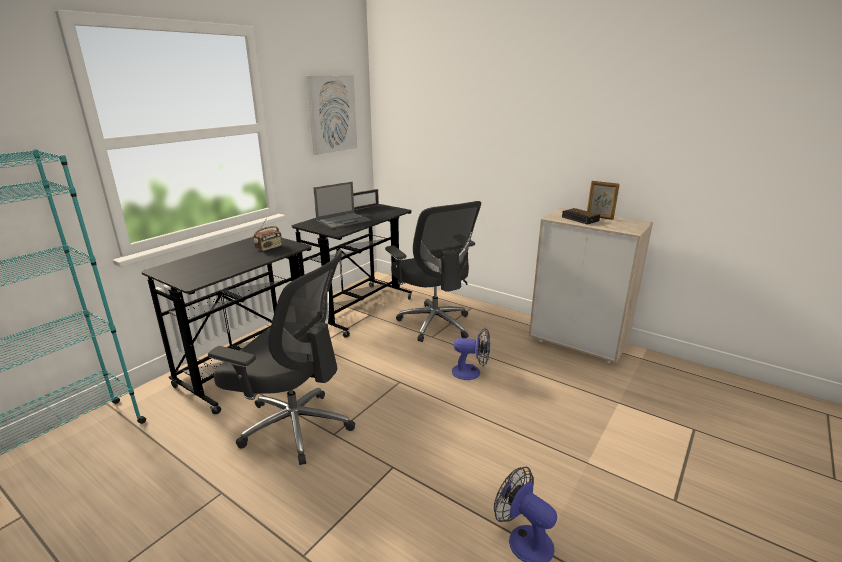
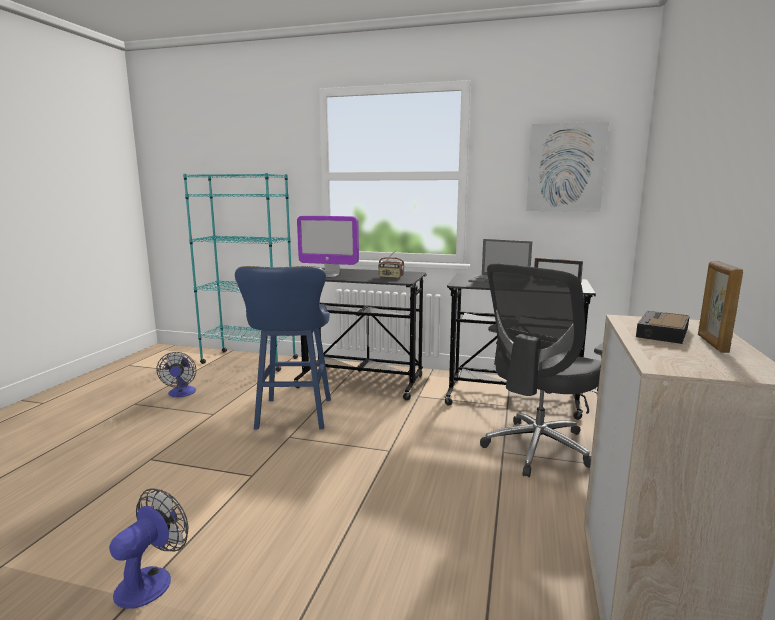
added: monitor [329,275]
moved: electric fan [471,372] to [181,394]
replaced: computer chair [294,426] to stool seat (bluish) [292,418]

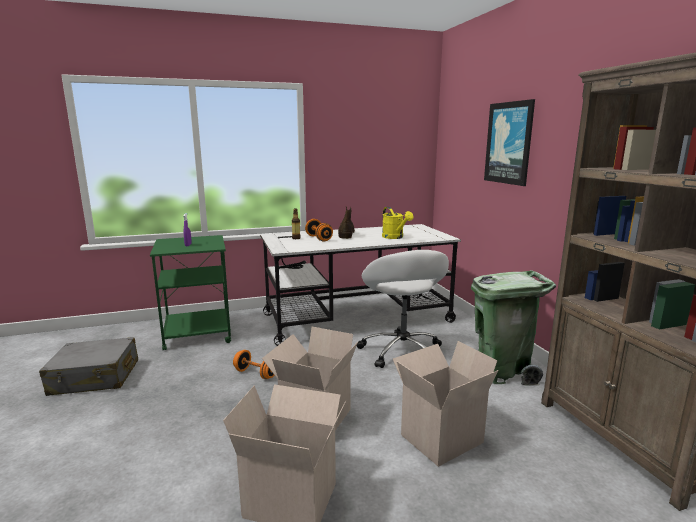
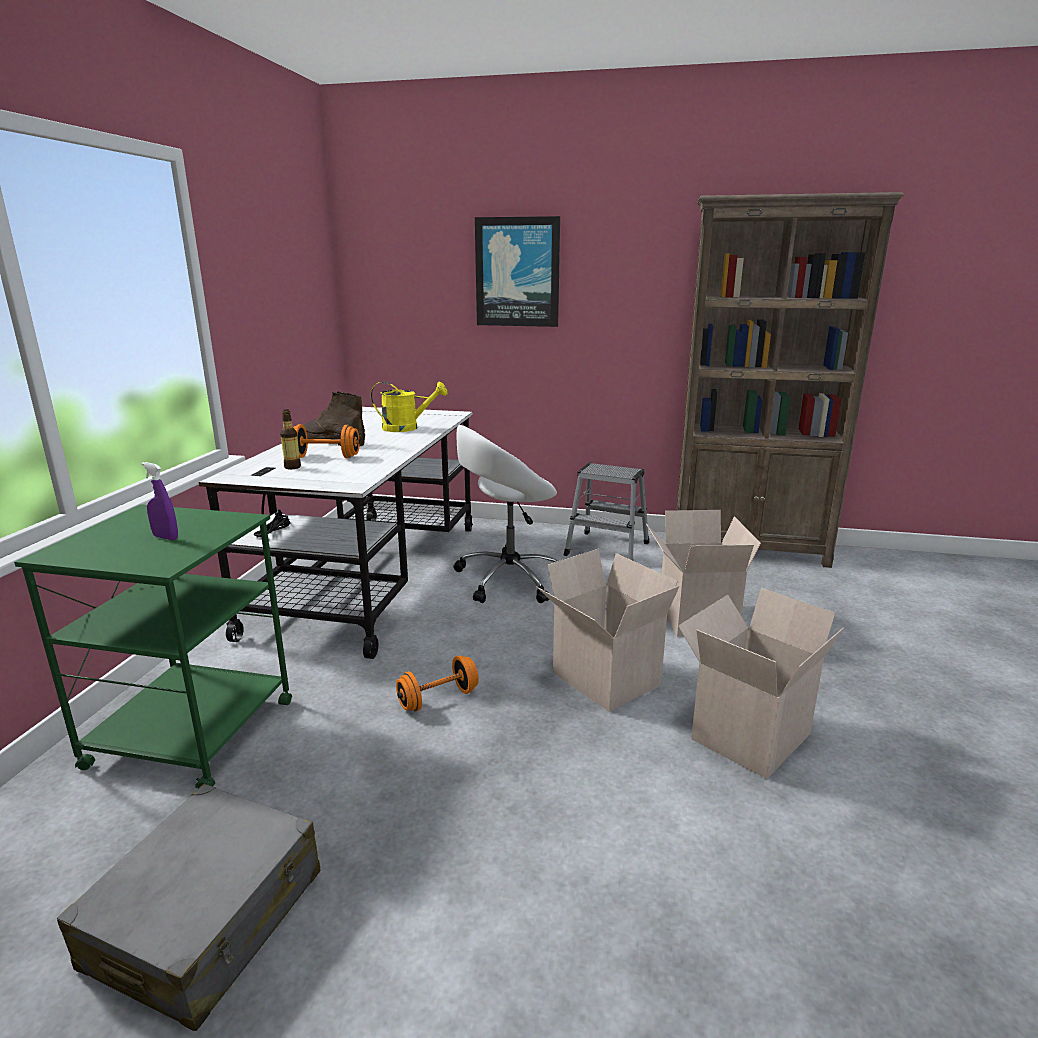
replaced: waste bin (greenish) [503,372] to step stool (greyish) [607,548]
turned: computer chair (whitish) [402,352] = [506,580] 135 degrees clockwise

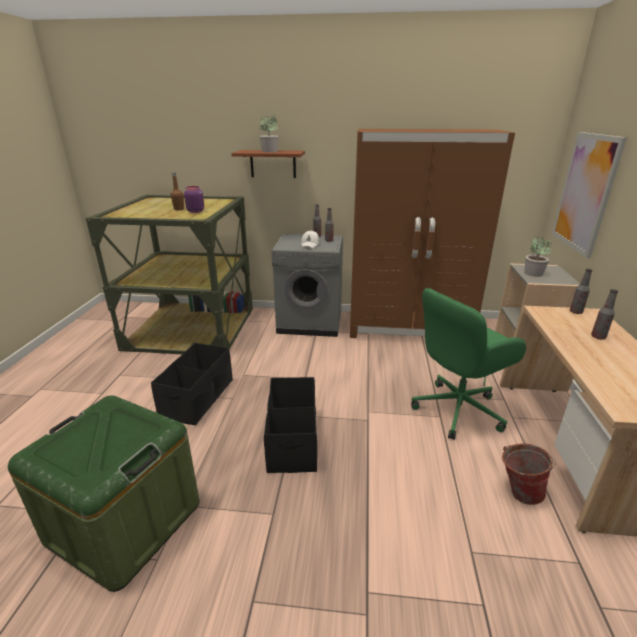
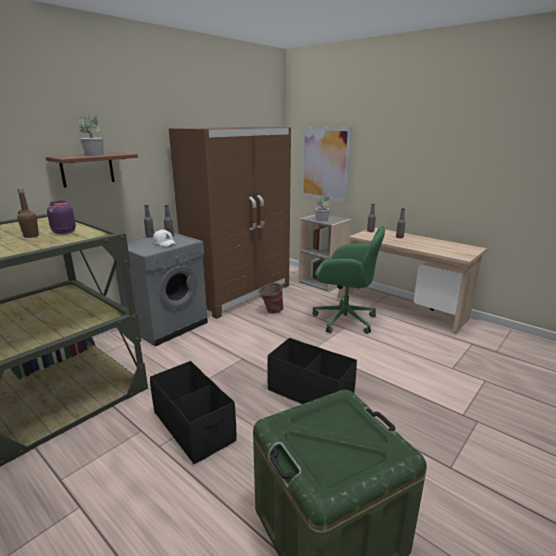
moved: water bucket [518,491] to [271,311]
turned: computer chair (greenish) [457,410] = [344,320] 75 degrees counterclockwise

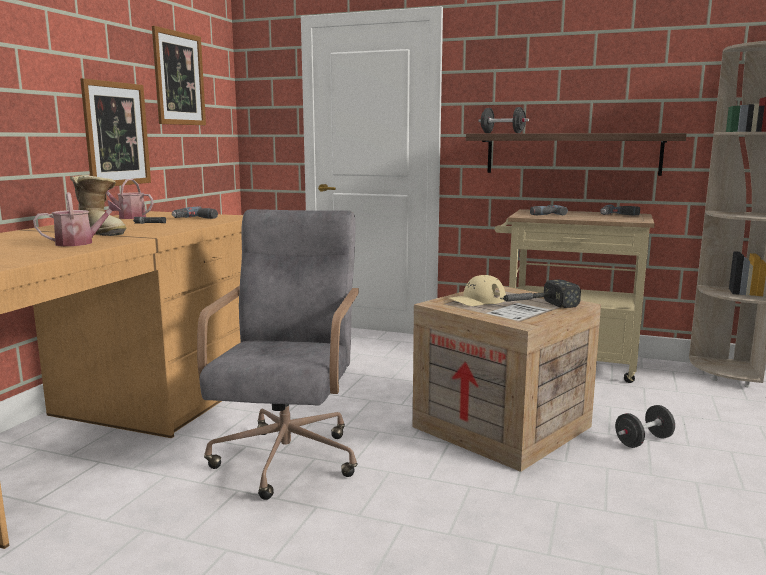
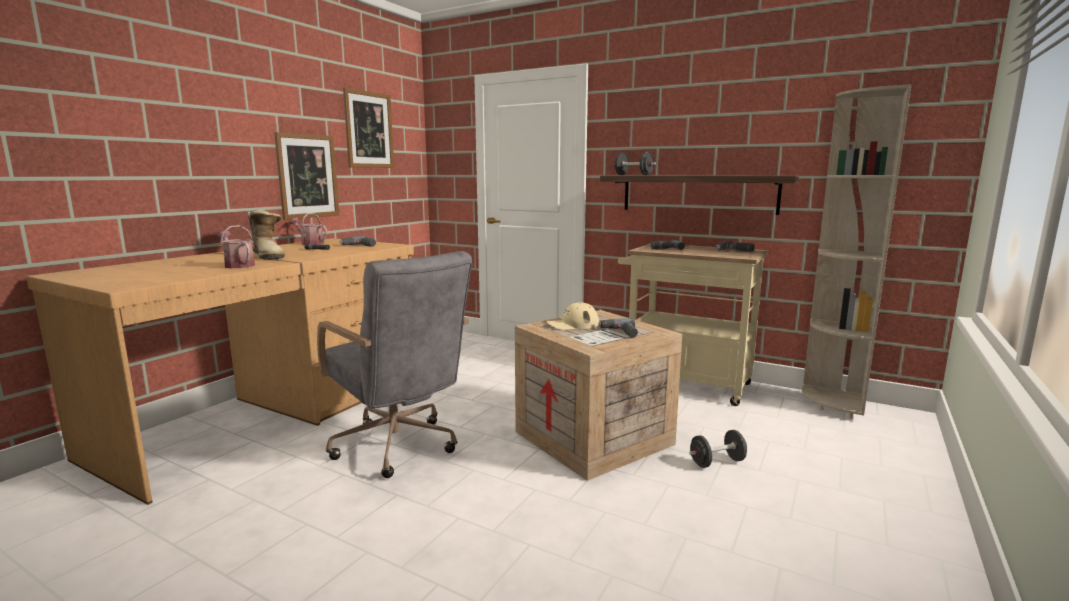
replaced: hammer [535,306] to drill [619,332]
turned: sprinkling can [80,243] = [238,265] 120 degrees counterclockwise; computer chair (greyish) [288,457] = [399,449] 120 degrees clockwise

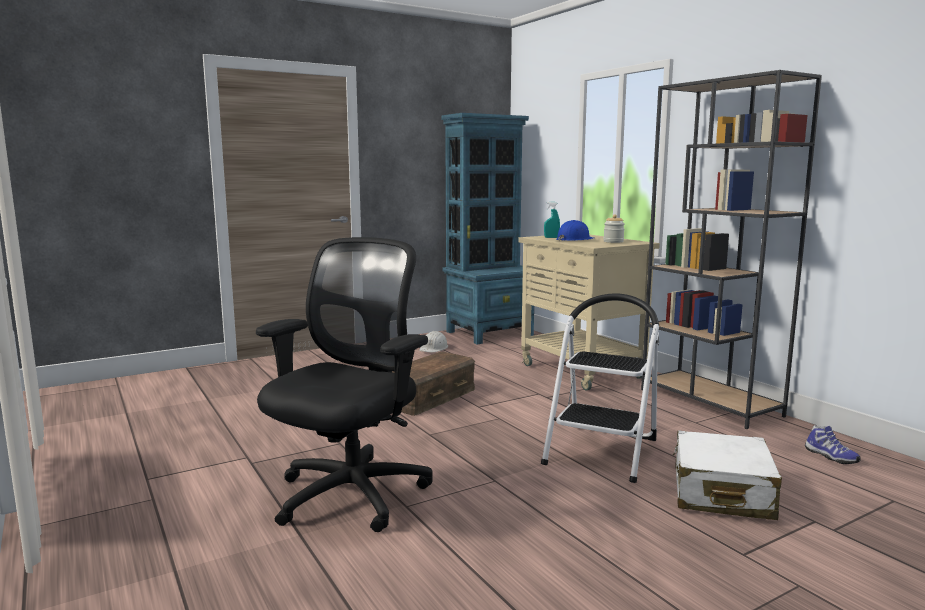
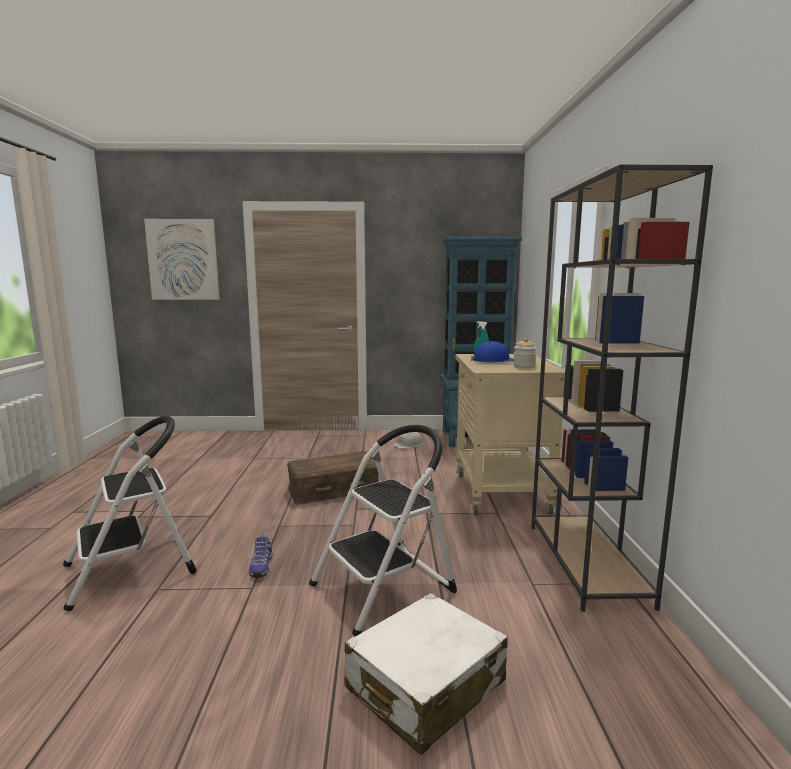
added: wall picture [183,260]
moved: item of footwear [830,456] to [260,566]
replaced: computer chair (blackish) [347,500] to step stool [135,568]

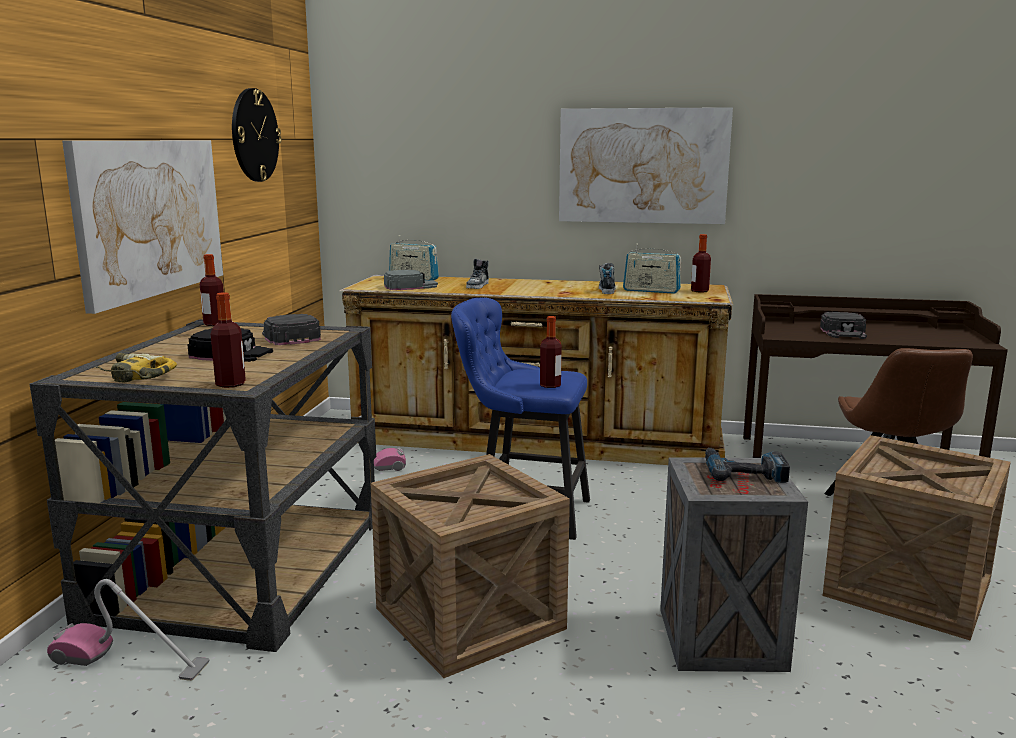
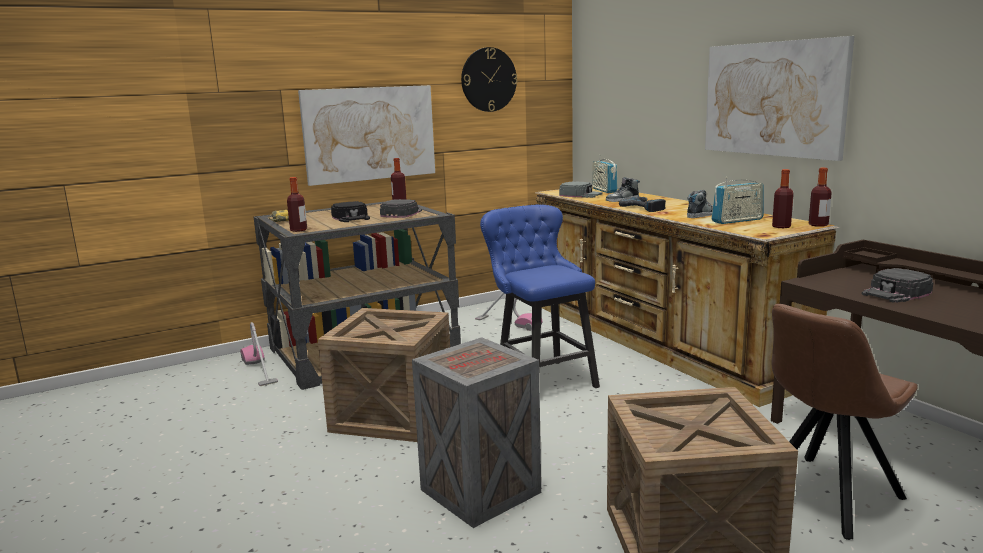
moved: beverage bottle [550,385] to [818,225]; drill [743,472] to [645,208]
turned: radio set [651,291] = [737,220] 90 degrees counterclockwise

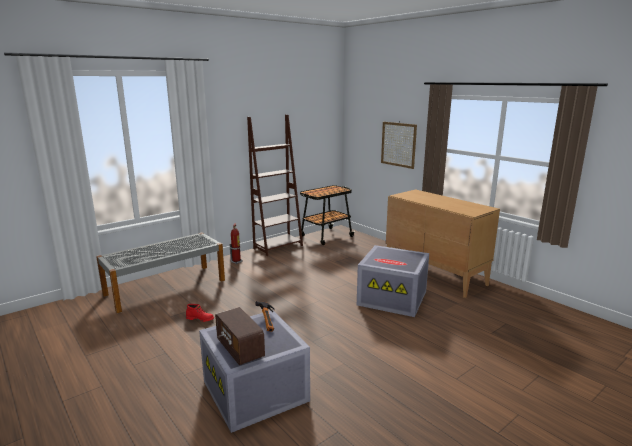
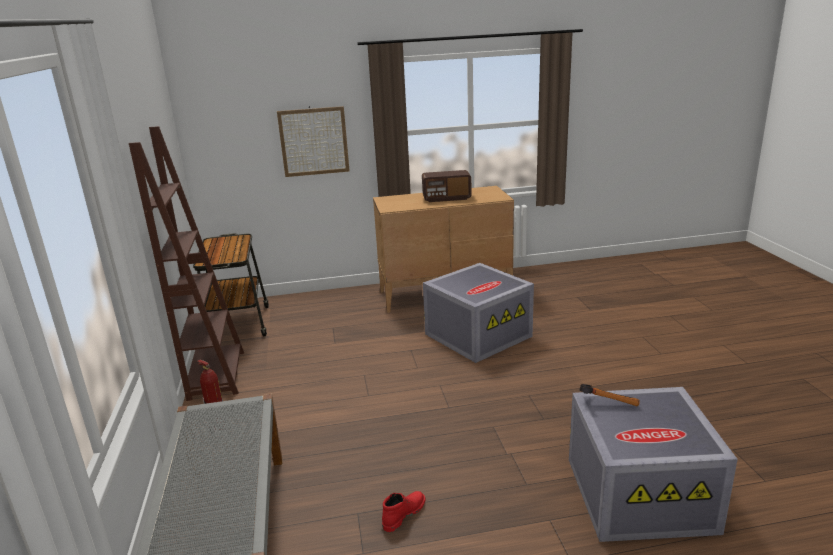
moved: radio set [240,349] to [446,198]

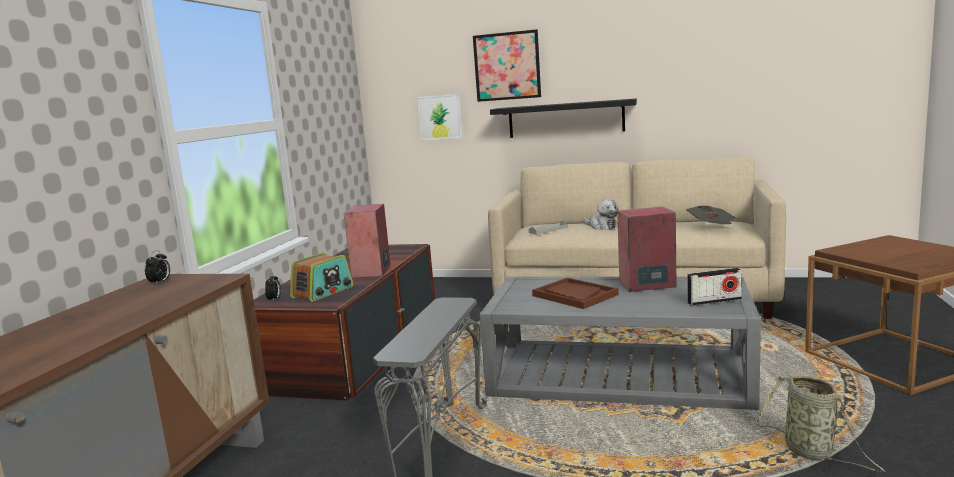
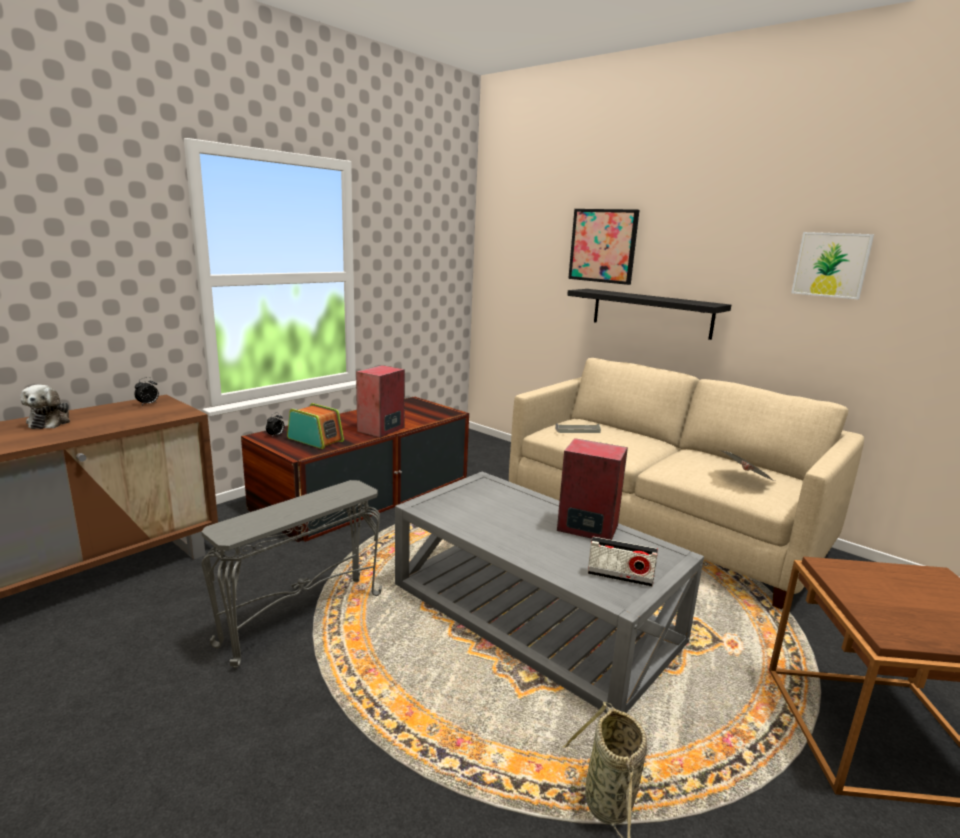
removed: serving tray (brown) [574,295]
moved: wall picture [440,117] to [831,265]; cuddly toy [602,226] to [50,422]
turned: radio set [323,292] = [316,439] 120 degrees counterclockwise

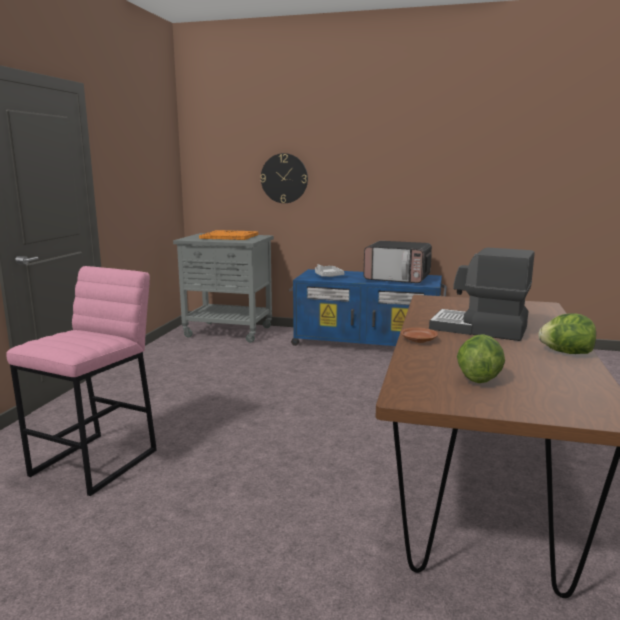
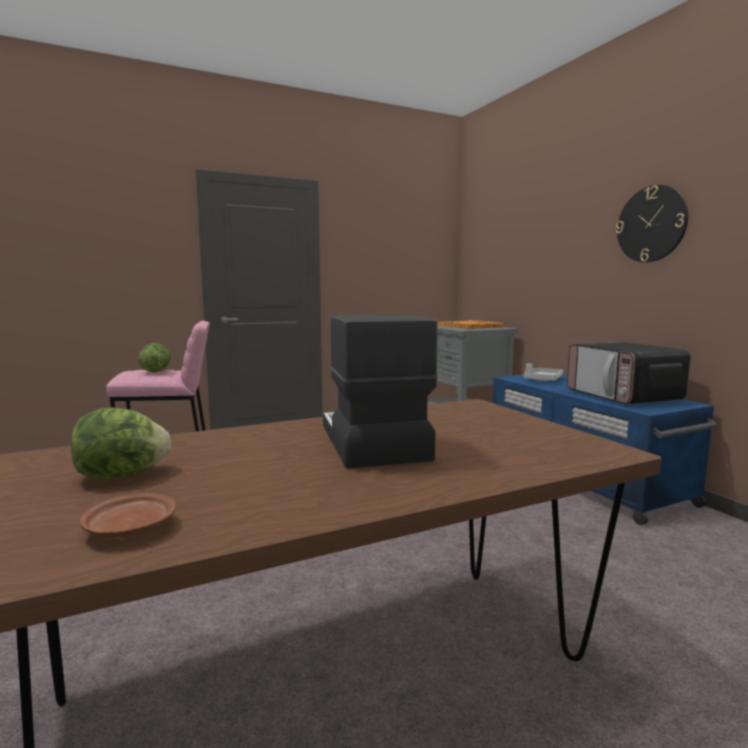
moved: clock on the wall [284,178] to [651,224]; dinner plate (brown) [418,340] to [130,528]; lettuce head [566,353] to [156,372]

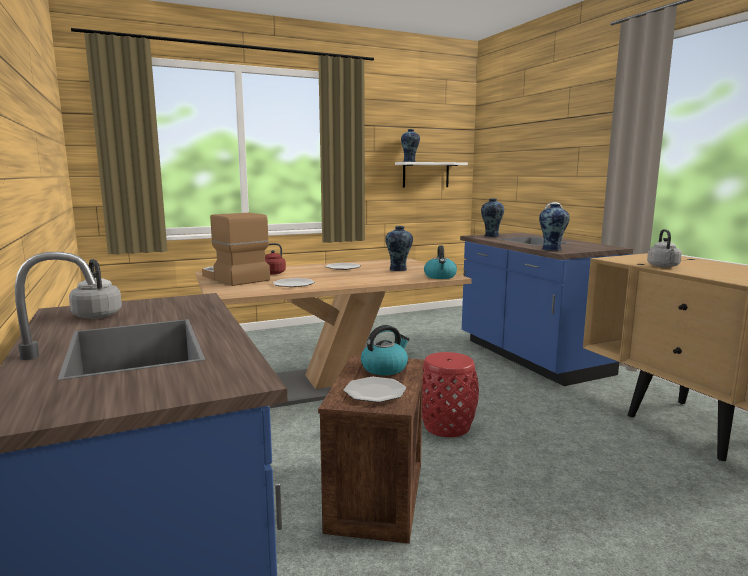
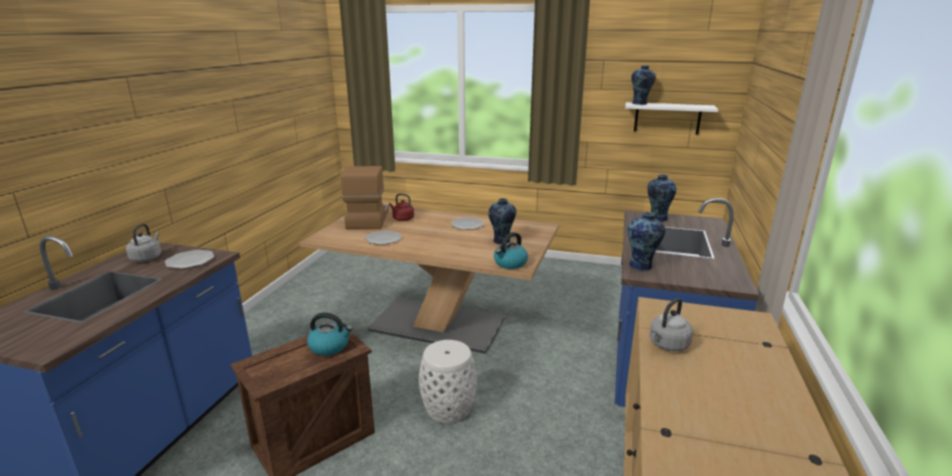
moved: dinner plate [375,391] to [190,261]
recoloured: stool seat (red) [446,427] to stool seat (whitish) [448,409]

